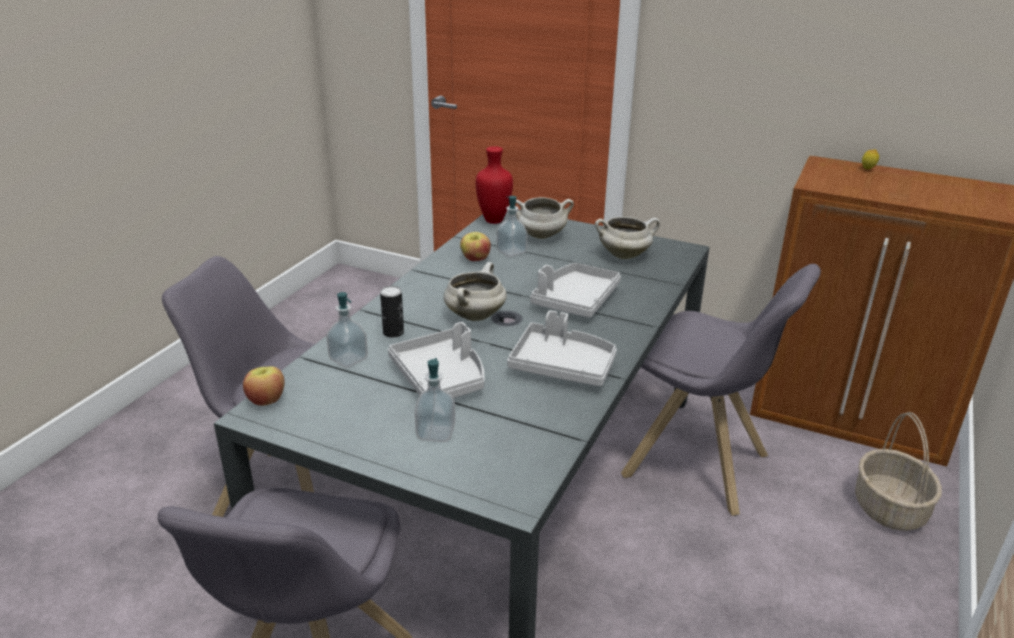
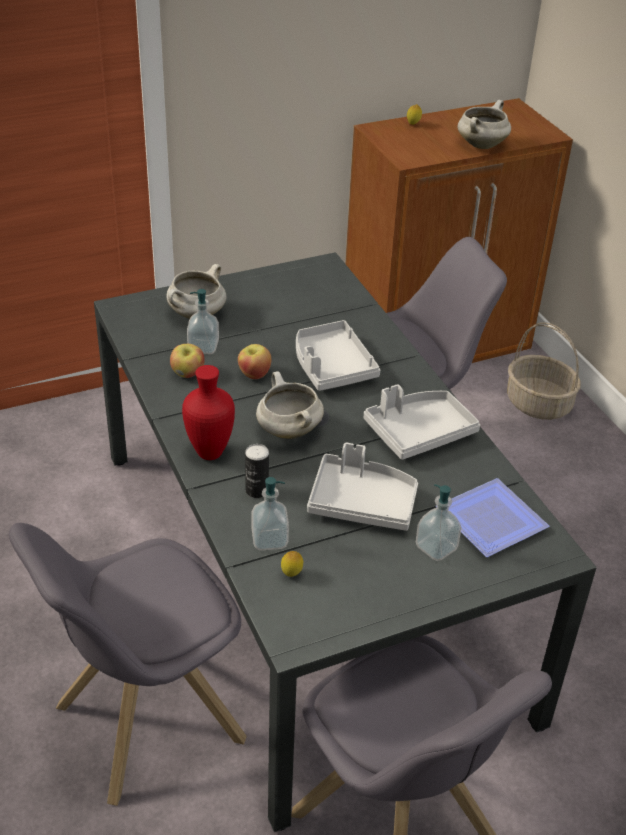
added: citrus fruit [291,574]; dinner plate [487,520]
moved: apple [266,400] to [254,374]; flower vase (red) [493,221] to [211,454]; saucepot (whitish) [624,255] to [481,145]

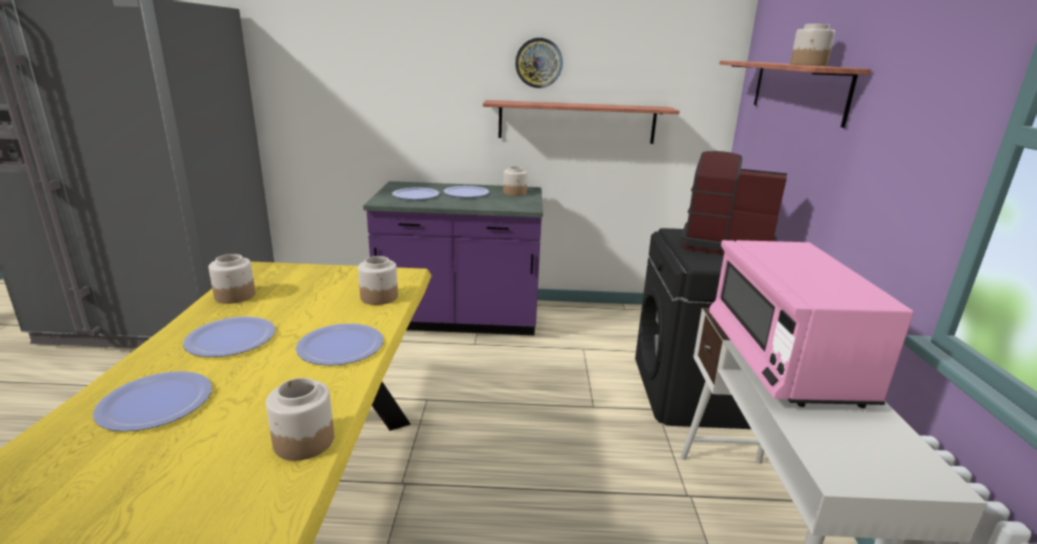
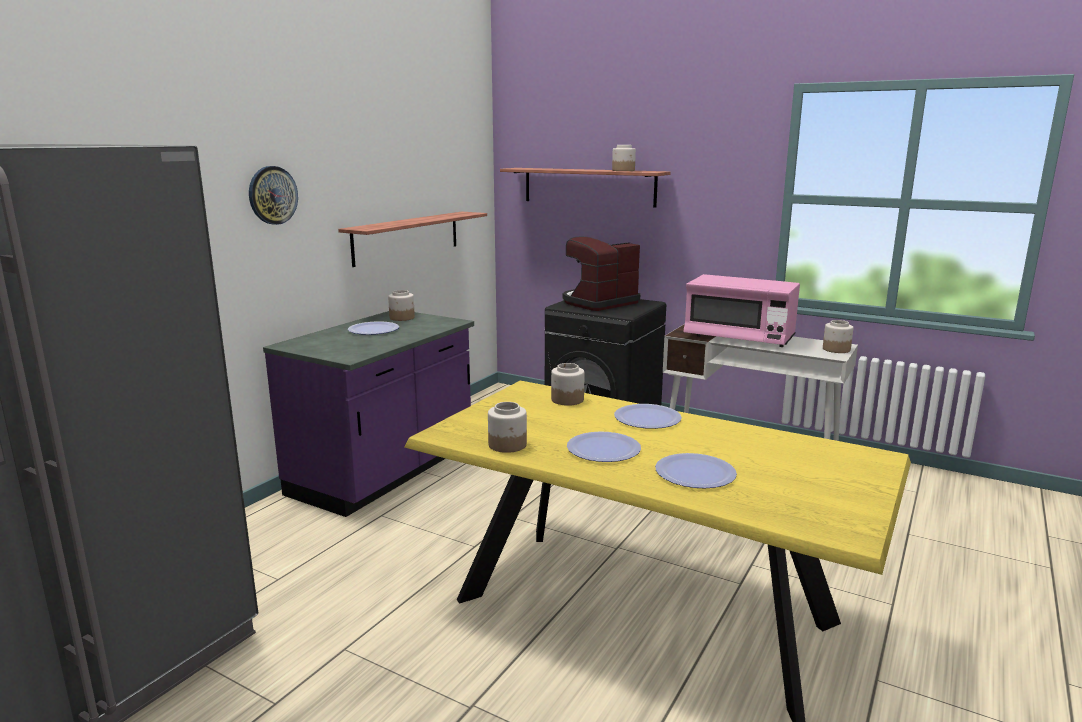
removed: dinner plate [416,195]
moved: preserve jar [303,441] to [836,349]; clock on the wall [538,63] to [272,195]

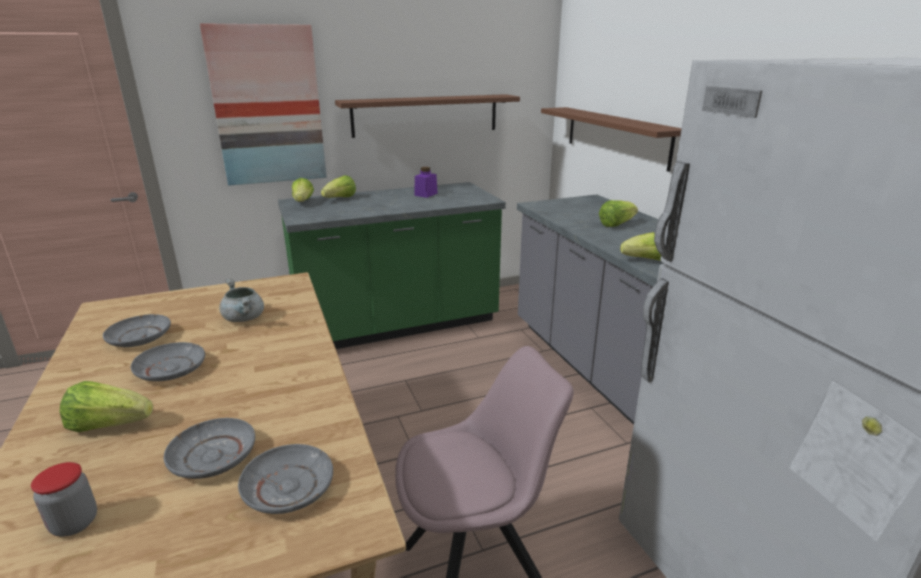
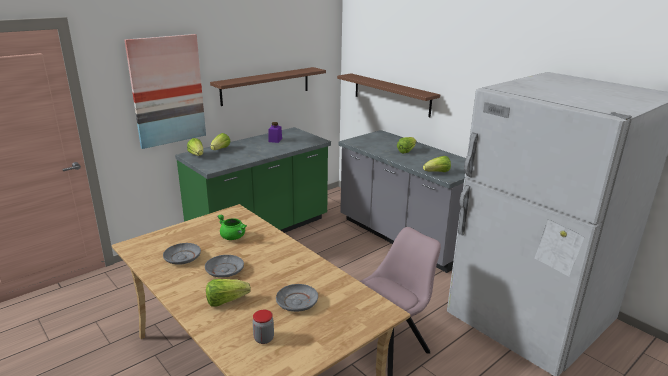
removed: dinner plate (greyish) [288,488]
recoloured: saucepot (greyish) [245,318] to saucepot (greenish) [233,237]

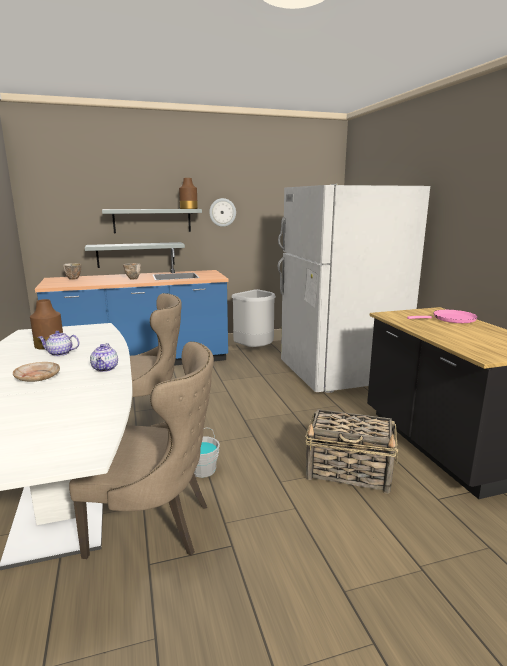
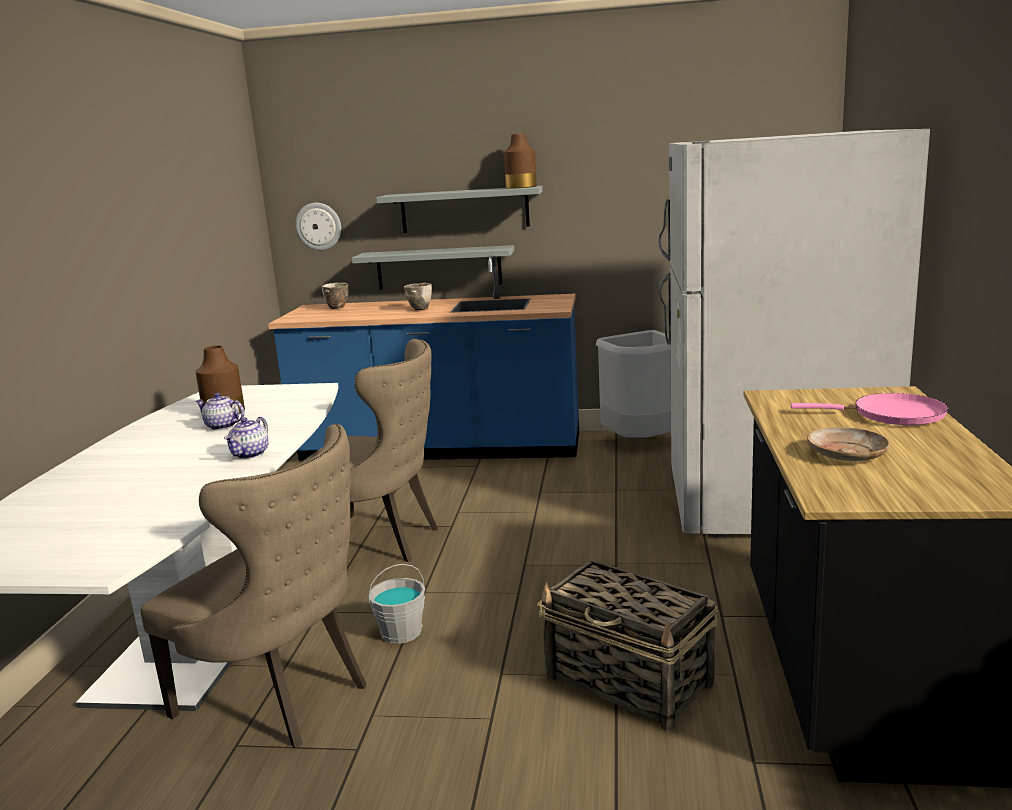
moved: dinner plate (beige-coloured) [37,377] to [846,453]; clock on the wall [222,212] to [318,226]

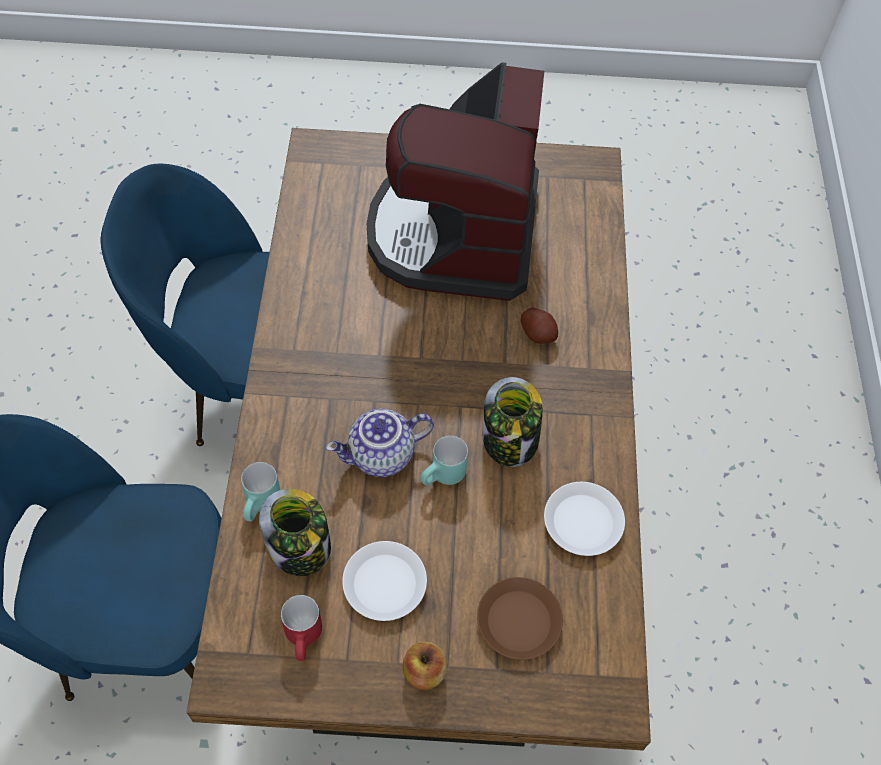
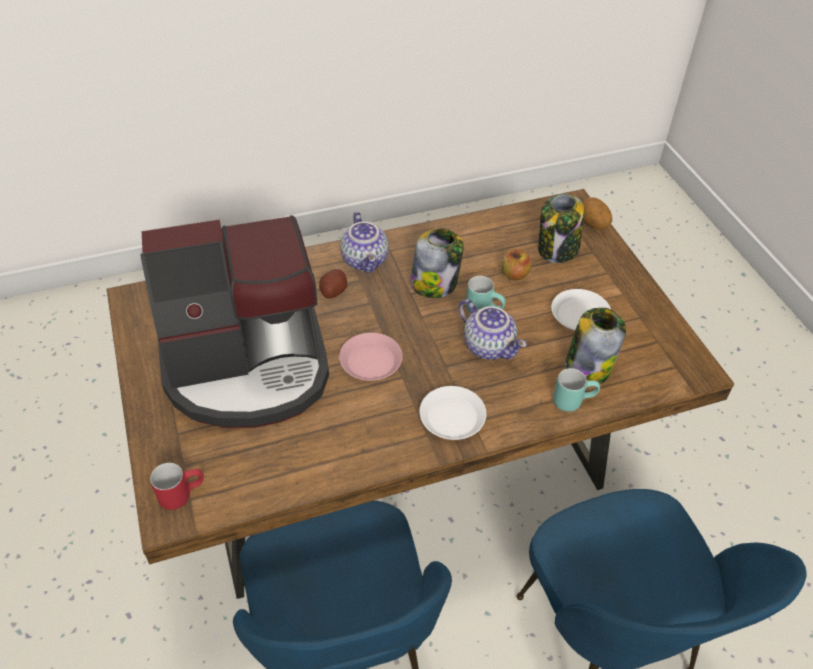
added: dinner plate (pinkish) [370,361]; pot for tea [366,260]; whole potato [593,225]
moved: tea mug (red) [306,638] to [181,493]; apple [424,672] to [514,274]; dinner plate (whitish) [583,522] to [452,416]
replaced: dinner plate (brown) [518,622] to preserve jar [557,250]

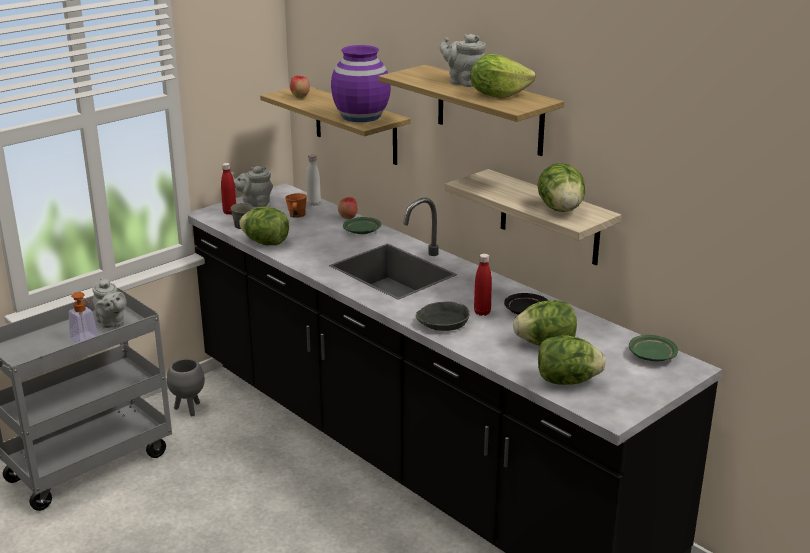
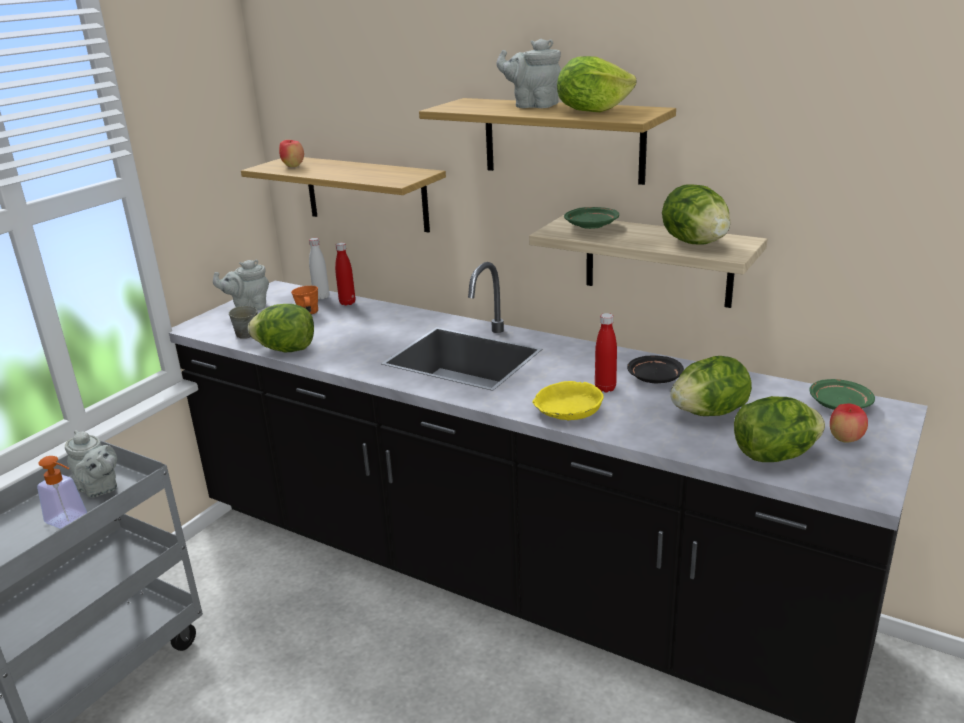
removed: planter (greyish) [188,409]; flower vase (purple) [361,116]
moved: beverage bottle (red) [229,212] to [347,303]; apple [348,218] to [845,440]; dinner plate (greenish) [362,231] to [591,226]
recoloured: serving bowl (greyish) [442,322] to serving bowl (yellowish) [567,409]

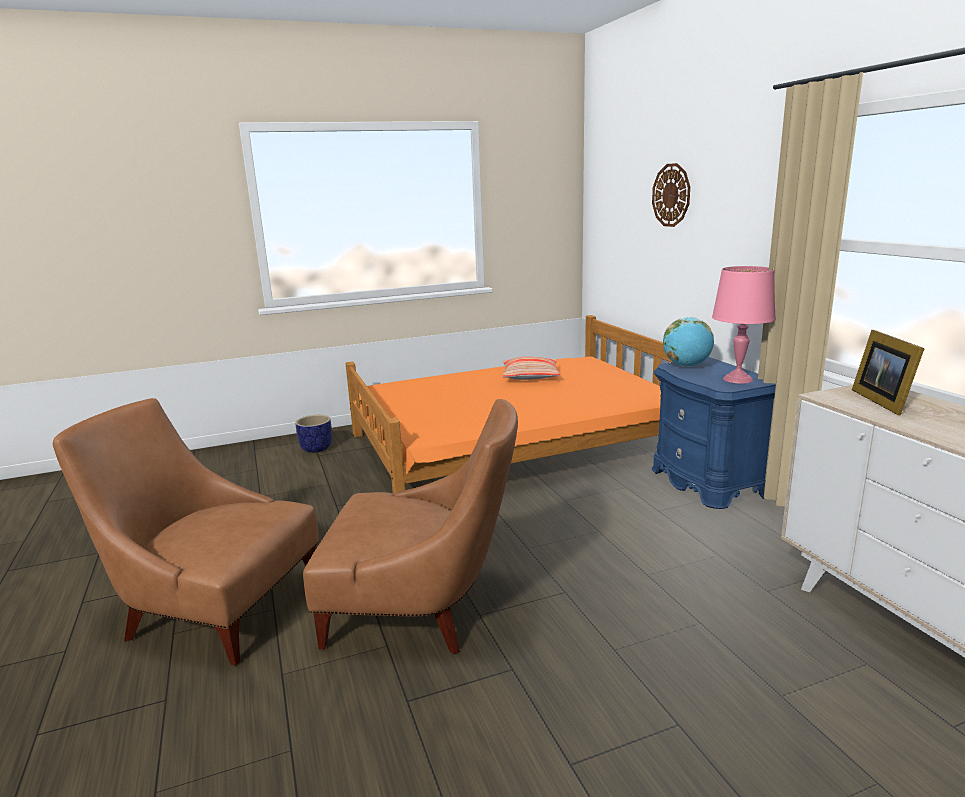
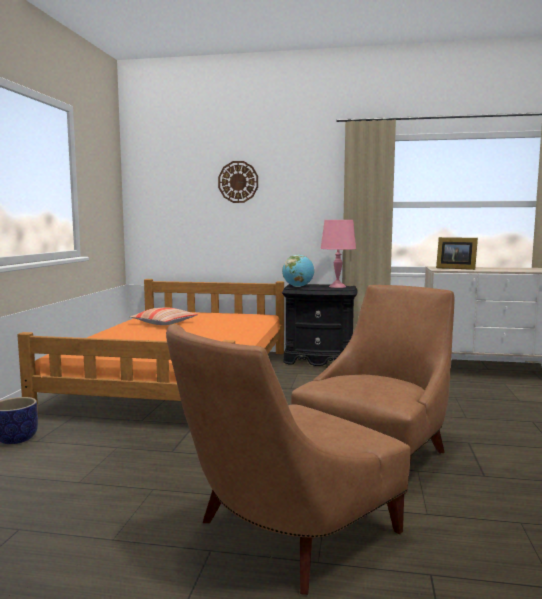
recoloured: nightstand (bluish) [705,482] to nightstand (blackish) [319,360]

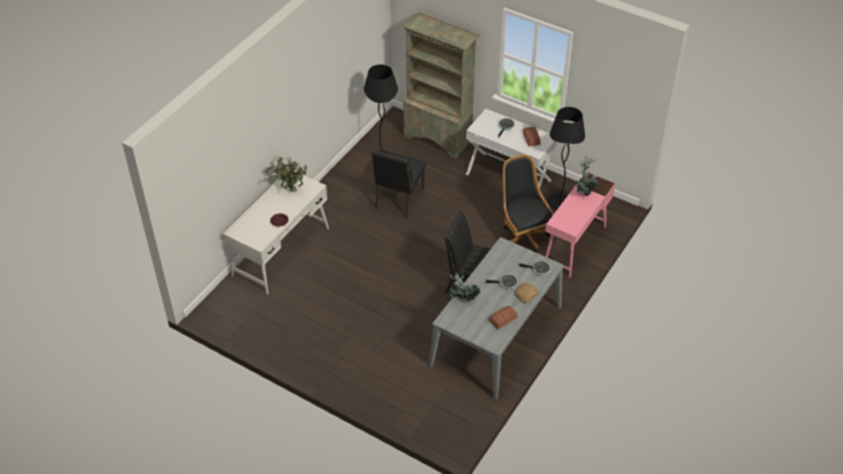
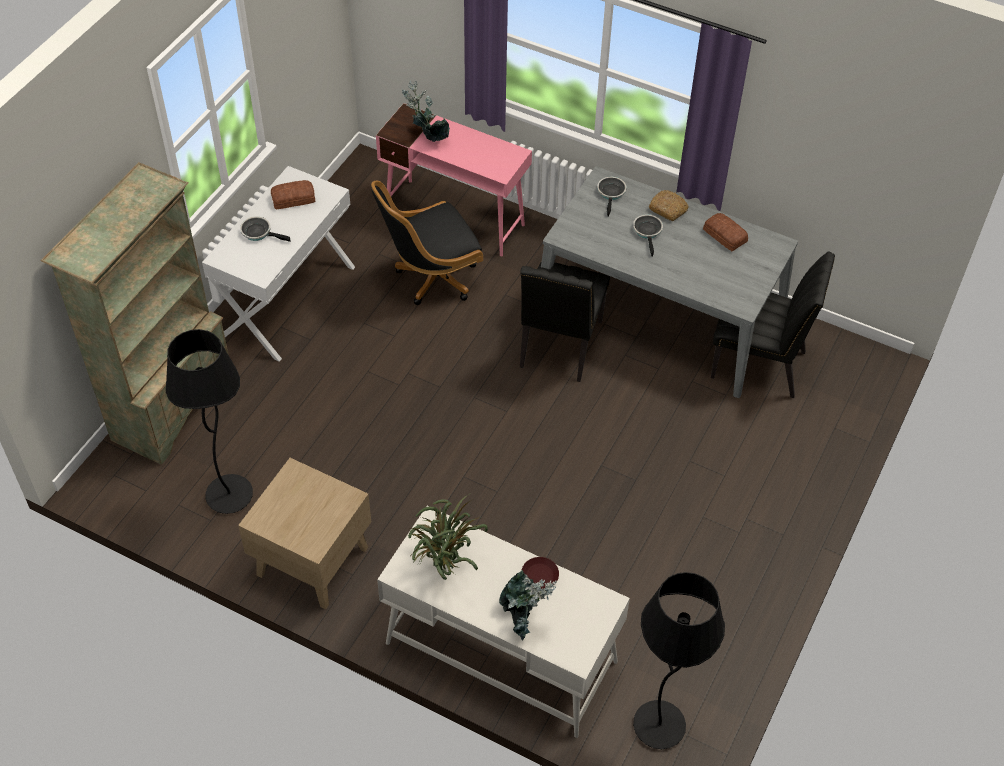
added: nightstand (beige-coloured) [311,560]
moved: upright chair (blackish) [399,198] to [757,364]; houseplant [462,300] to [523,618]; standard lamp (blackish) [559,202] to [659,726]

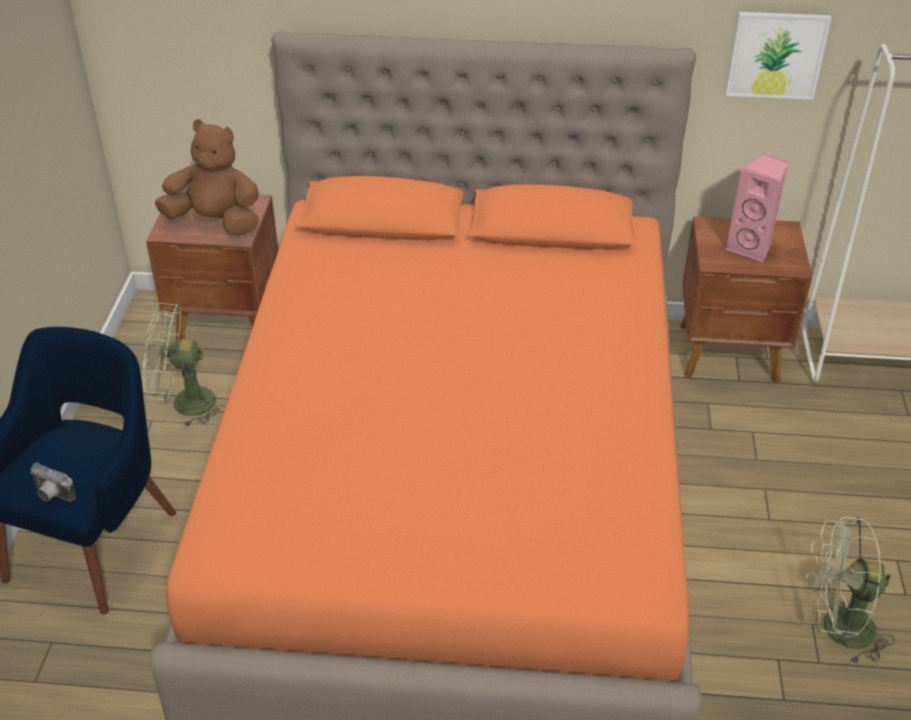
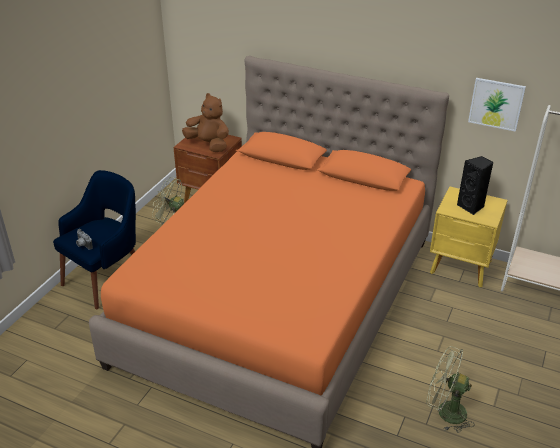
recoloured: nightstand (brown) [730,355] to nightstand (yellowish) [461,268]; loudspeaker (pinkish) [751,248] to loudspeaker (blackish) [471,207]

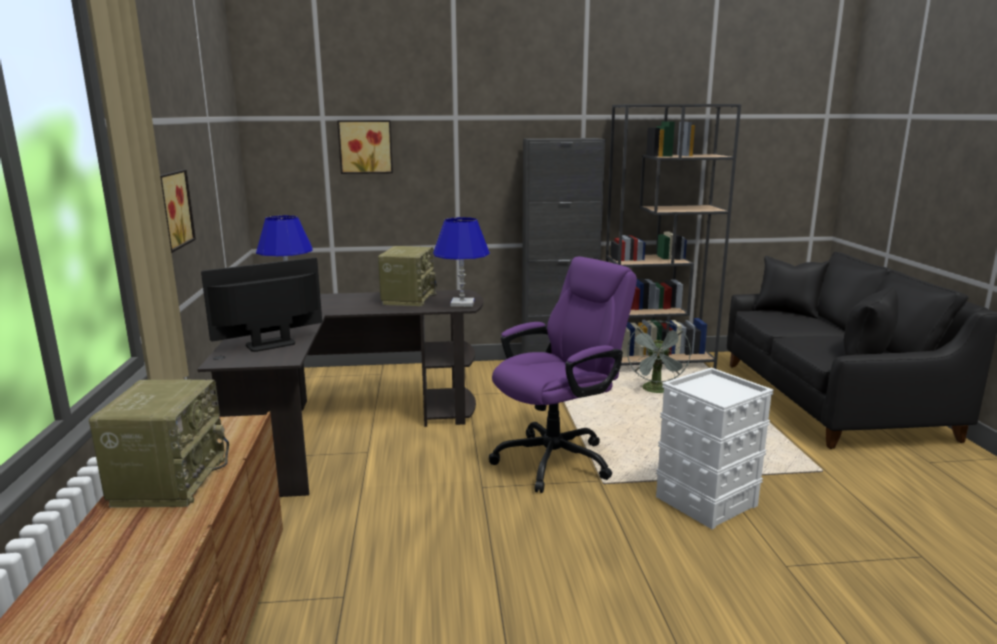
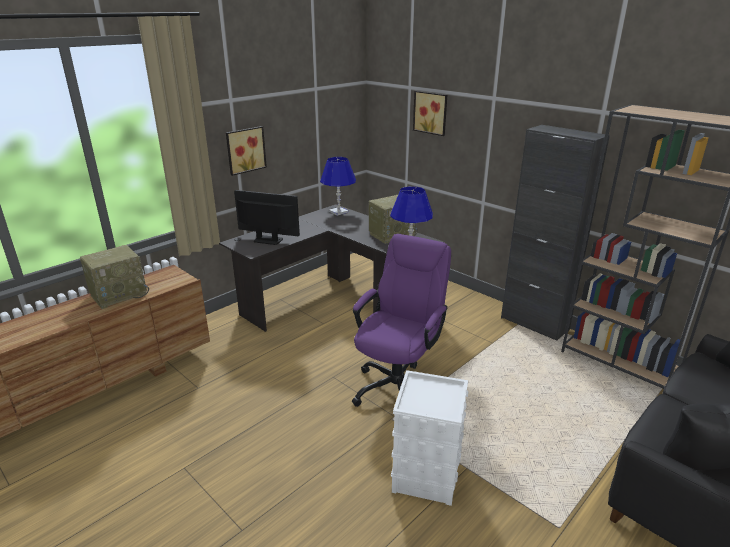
removed: electric fan (greyish) [657,391]
turned: computer chair (purple) [557,460] = [398,388] 75 degrees counterclockwise

